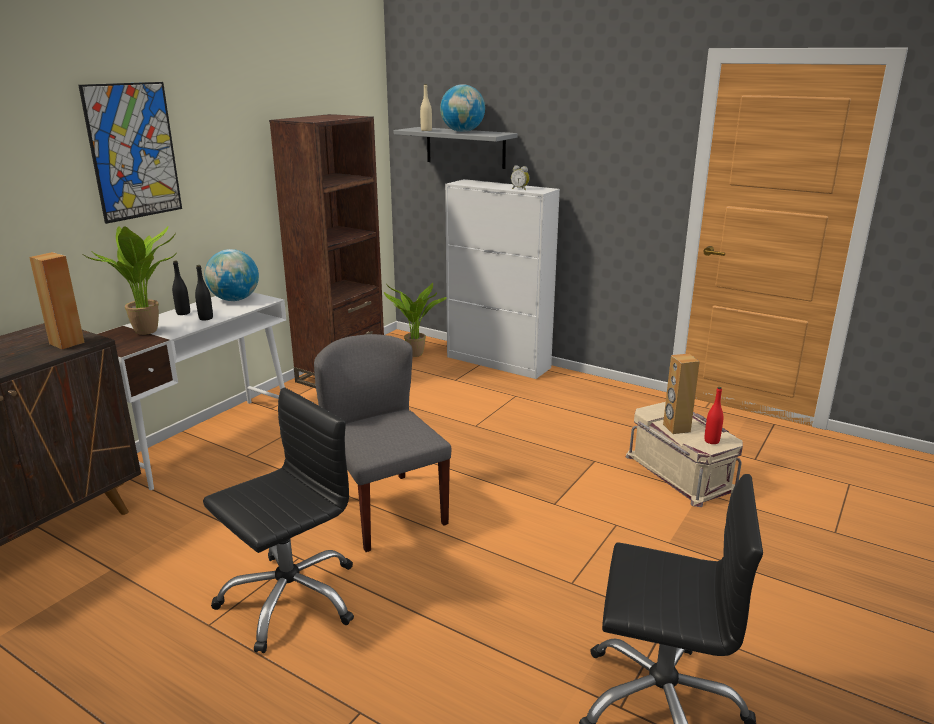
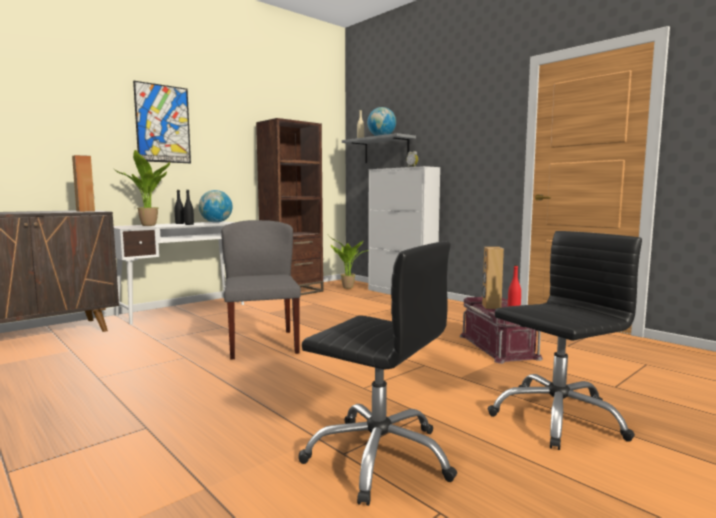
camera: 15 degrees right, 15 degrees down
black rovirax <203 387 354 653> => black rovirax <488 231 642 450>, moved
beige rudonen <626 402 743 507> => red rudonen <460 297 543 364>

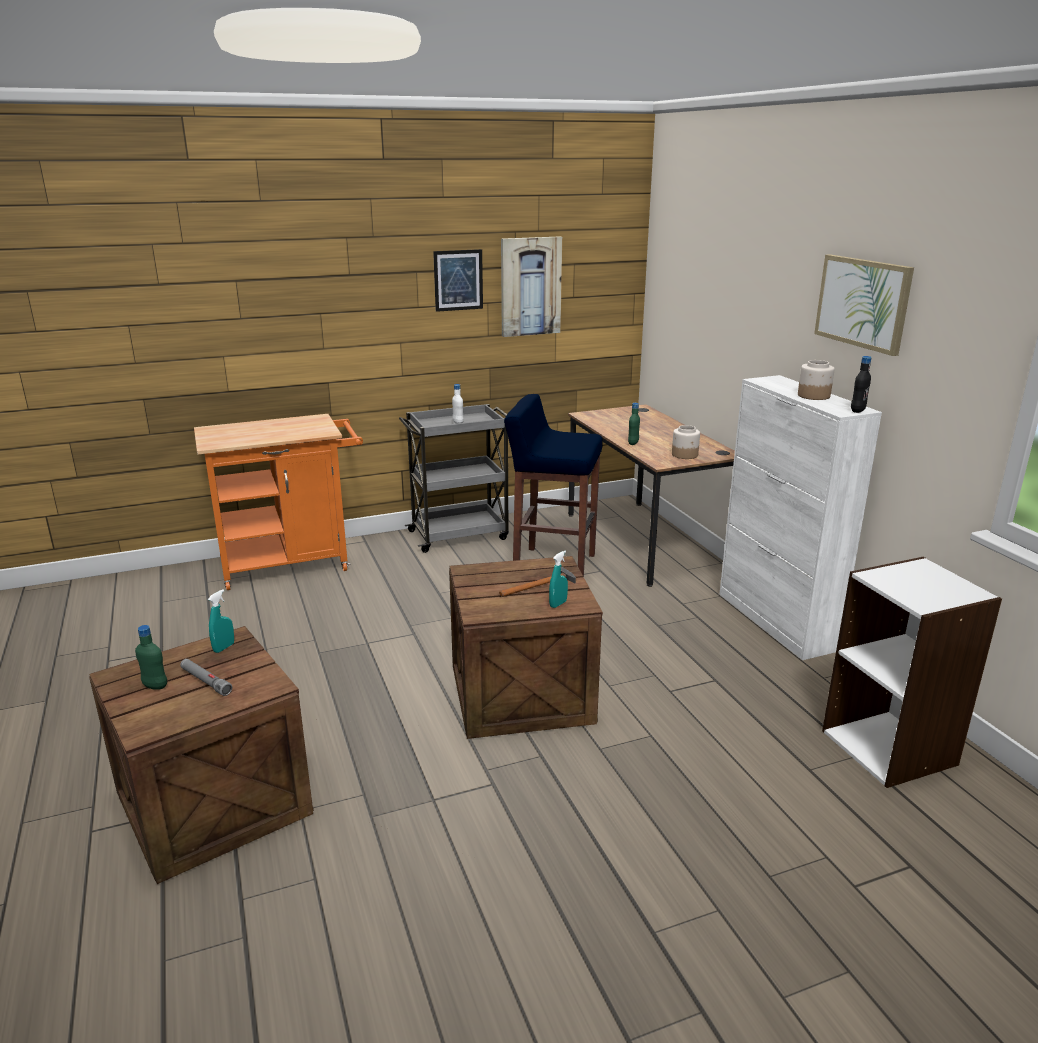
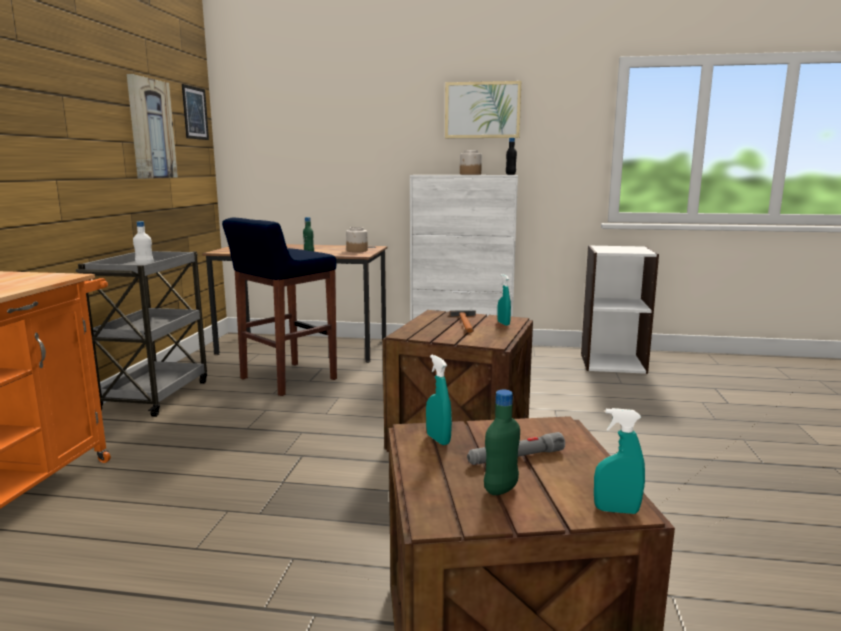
camera: 60 degrees left, 10 degrees down
nothing => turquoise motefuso <594 408 645 514>
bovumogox <433 249 483 312> => bovumogox <182 84 209 140>, moved

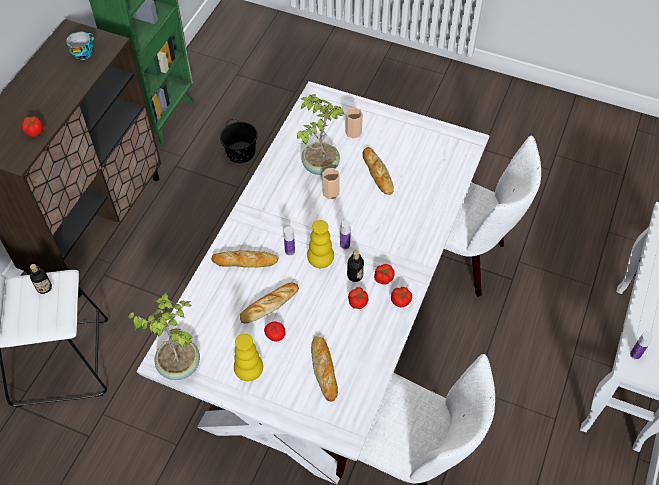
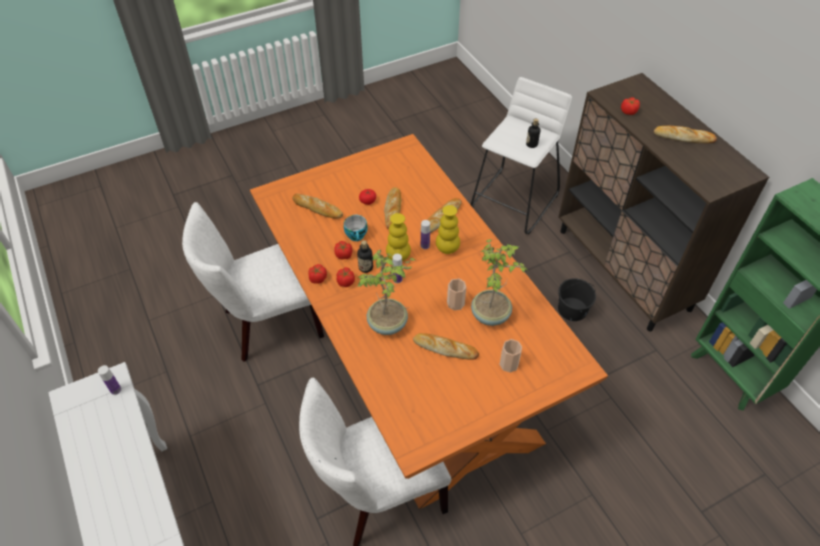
camera: 130 degrees right, 5 degrees down
nothing => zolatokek <654 126 717 143>
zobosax <66 32 94 60> => zobosax <344 215 367 242>, moved
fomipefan <127 293 200 380> => fomipefan <358 250 416 335>, moved
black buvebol <220 119 258 163> => black buvebol <558 278 596 321>, moved
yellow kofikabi <234 334 263 381> => yellow kofikabi <436 205 460 254>, moved
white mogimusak <137 81 490 484> => orange mogimusak <250 134 608 509>

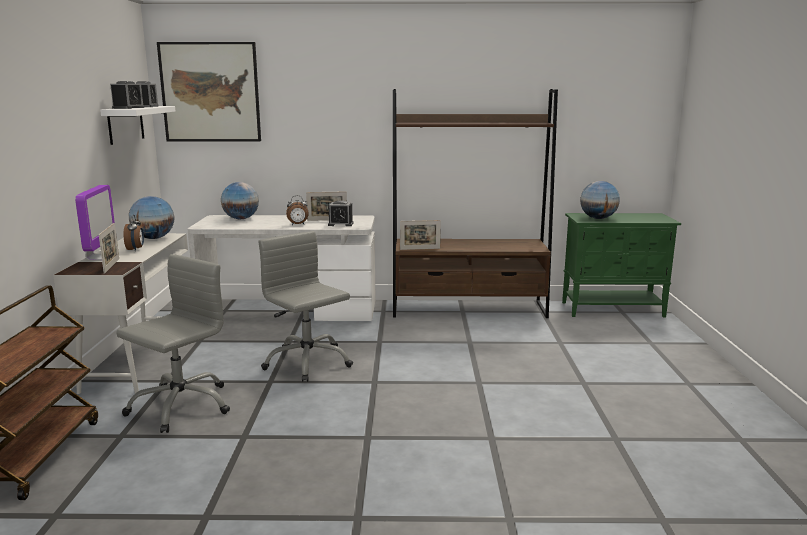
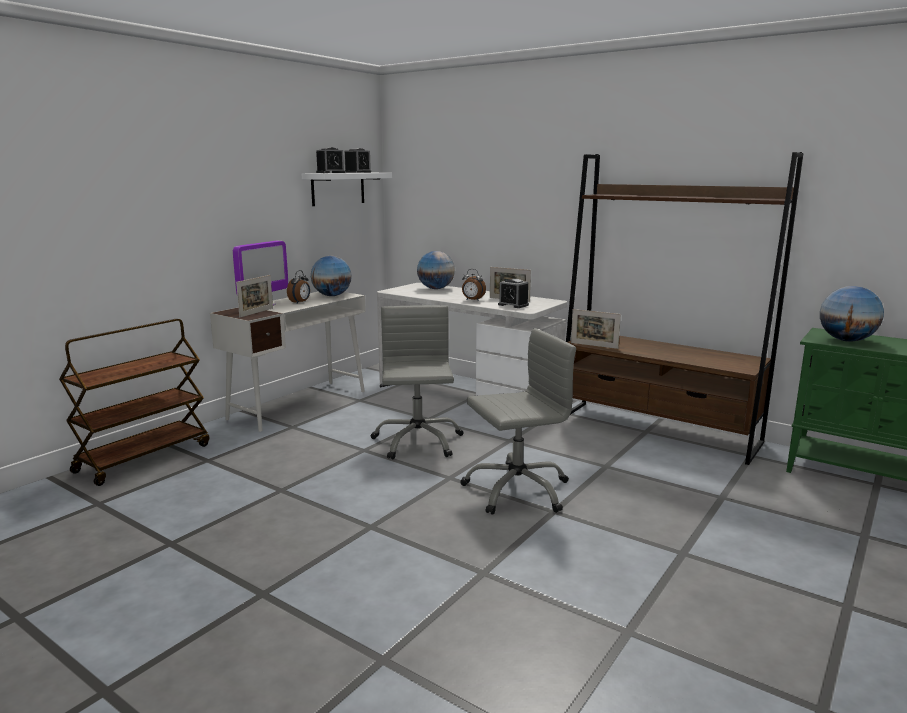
camera: 35 degrees right, 0 degrees up
bovumogox <157 42 261 142> => nothing
grey rovirax <116 254 230 433> => grey rovirax <460 328 576 515>, moved

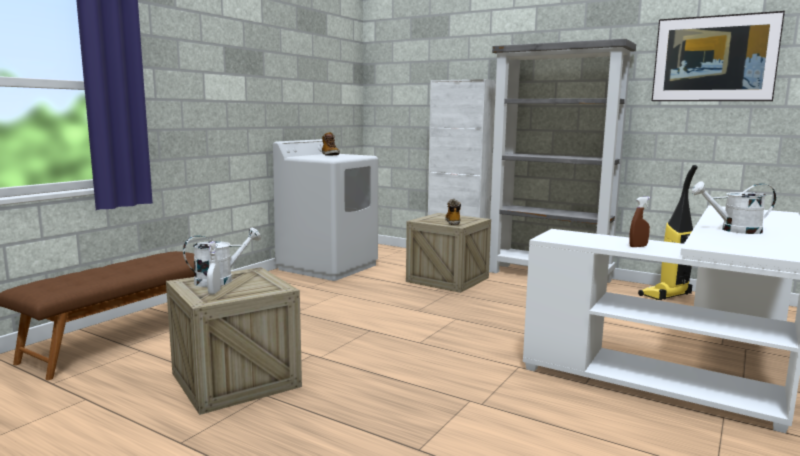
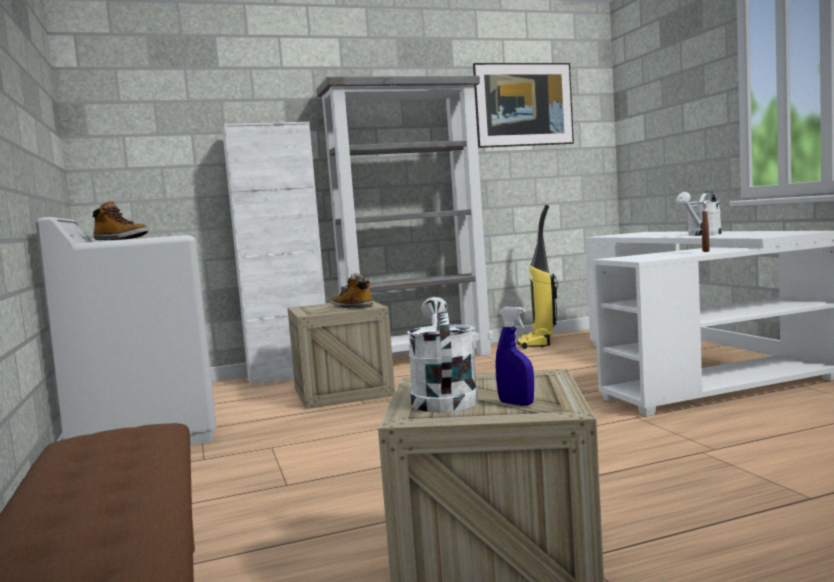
camera: 50 degrees left, 5 degrees down
white motefuso <207 241 221 295> => blue motefuso <496 307 534 406>

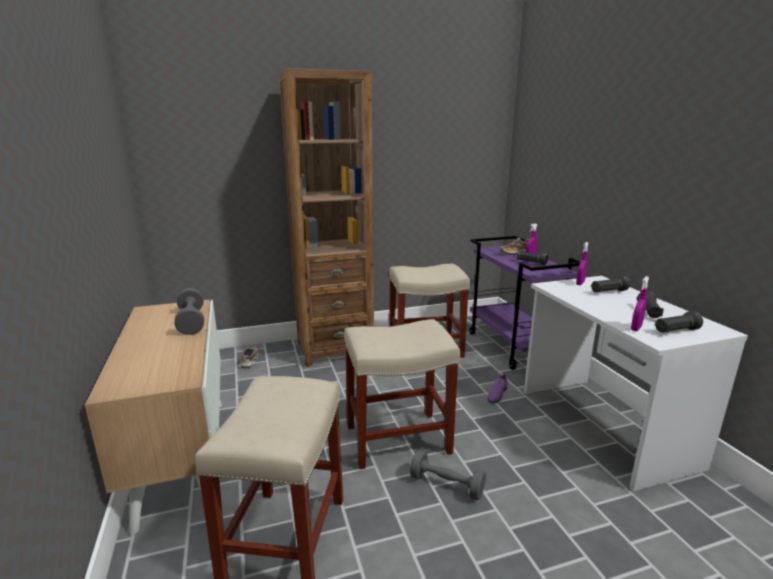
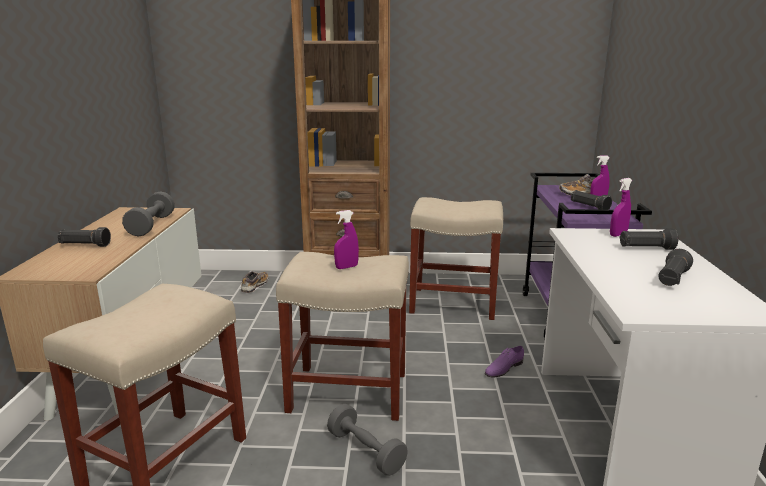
camera: 20 degrees right, 0 degrees up
purple motefuso <631 276 649 331> => purple motefuso <334 210 359 269>, moved
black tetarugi <655 311 703 332> => black tetarugi <57 227 111 247>, moved

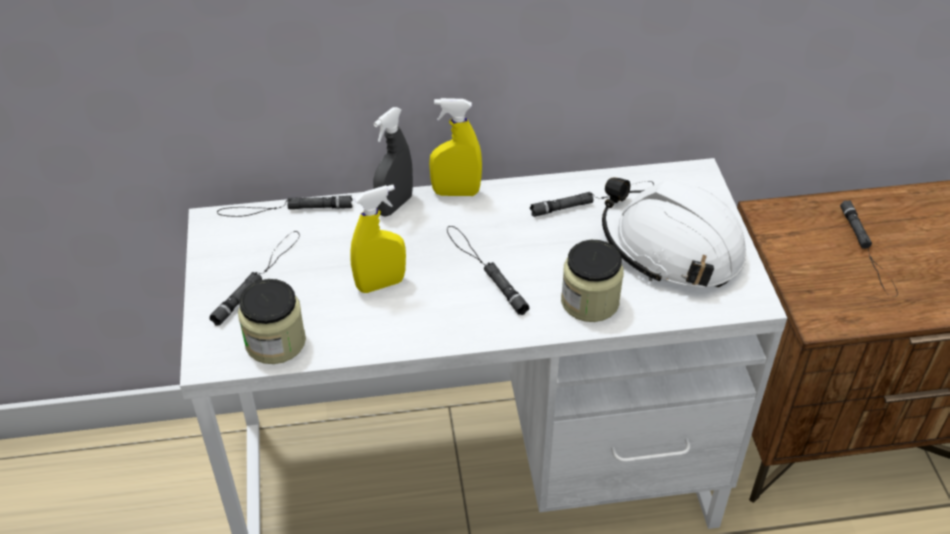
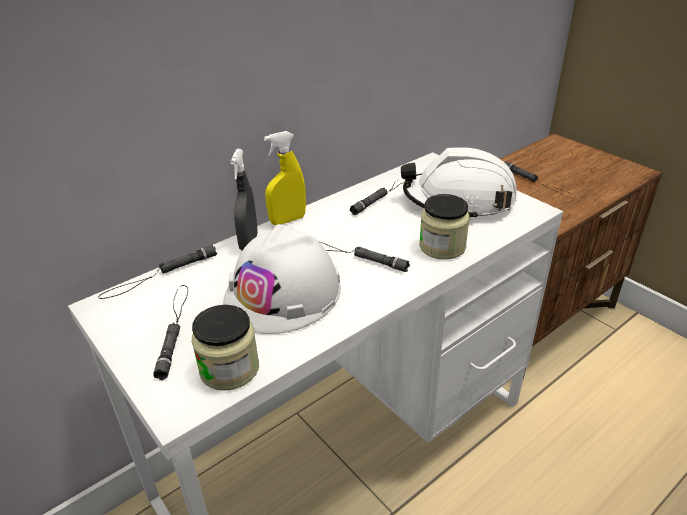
camera: 30 degrees left, 10 degrees down
yellow motefuso <350 185 406 293> => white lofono <223 224 341 334>

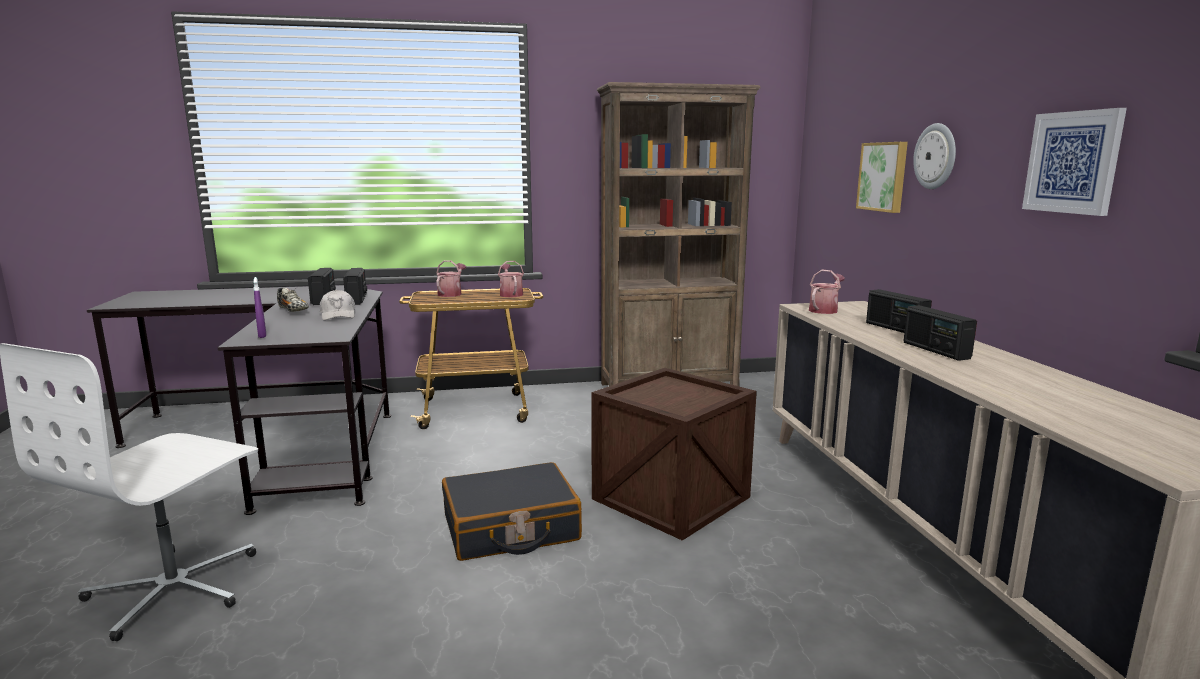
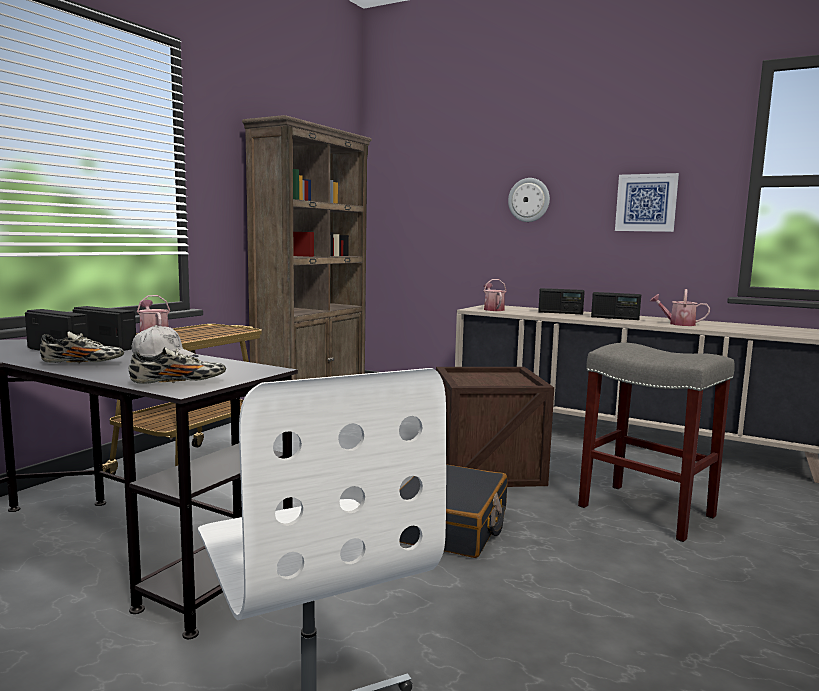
camera: 50 degrees left, 5 degrees down
bovumogox <856 142 908 213> => nothing
nothing => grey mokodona <578 342 735 542>
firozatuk <498 261 524 297> => firozatuk <650 289 710 326>, moved
purple motefuso <253 277 266 338> => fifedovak <129 347 226 384>

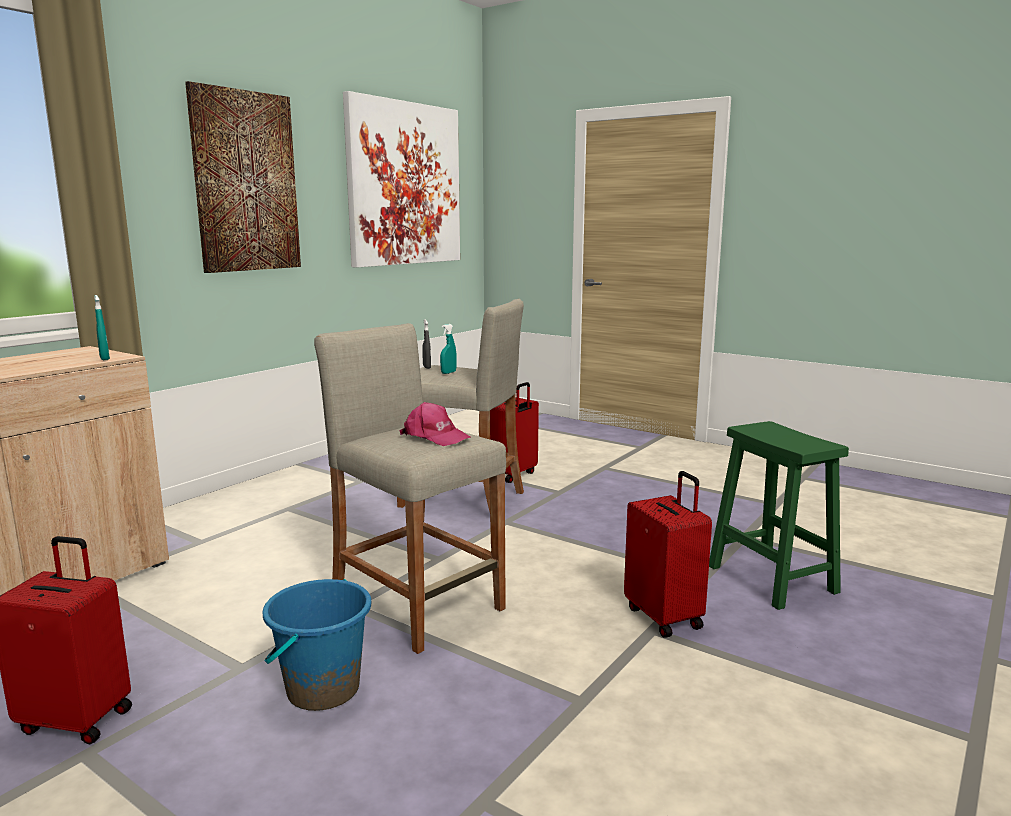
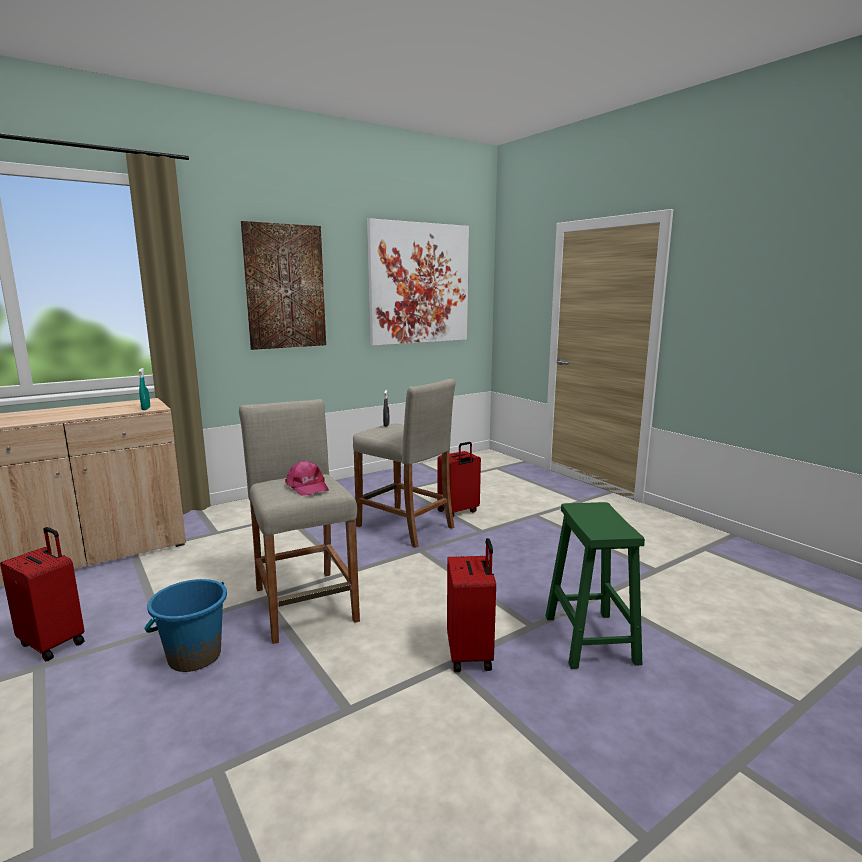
camera: 20 degrees right, 0 degrees up
turquoise motefuso <440 324 457 374> => nothing

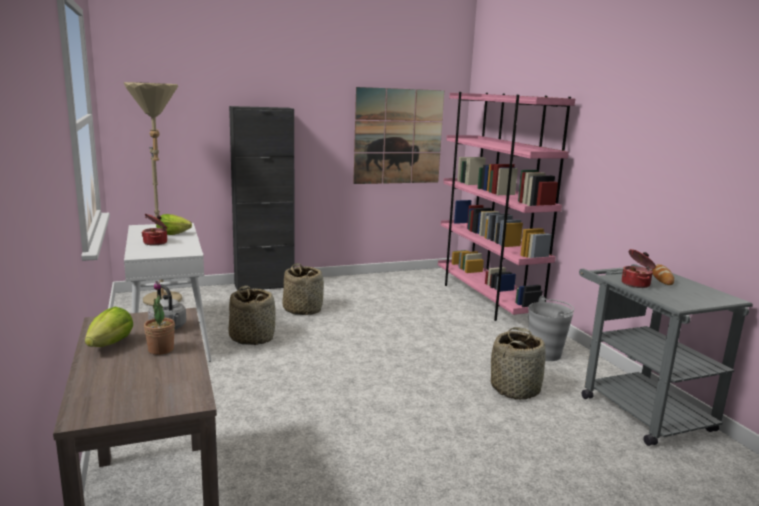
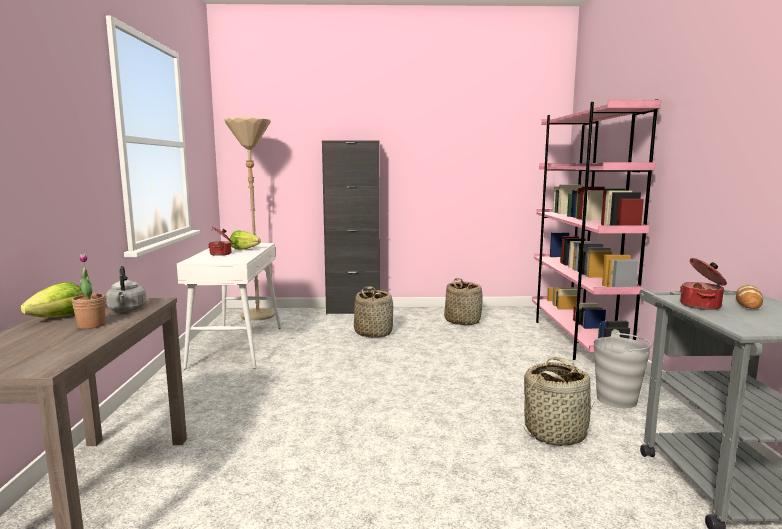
camera: 20 degrees right, 5 degrees down
bovumogox <353 87 444 184> => nothing
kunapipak <229 286 276 345> => kunapipak <444 278 483 325>, moved

